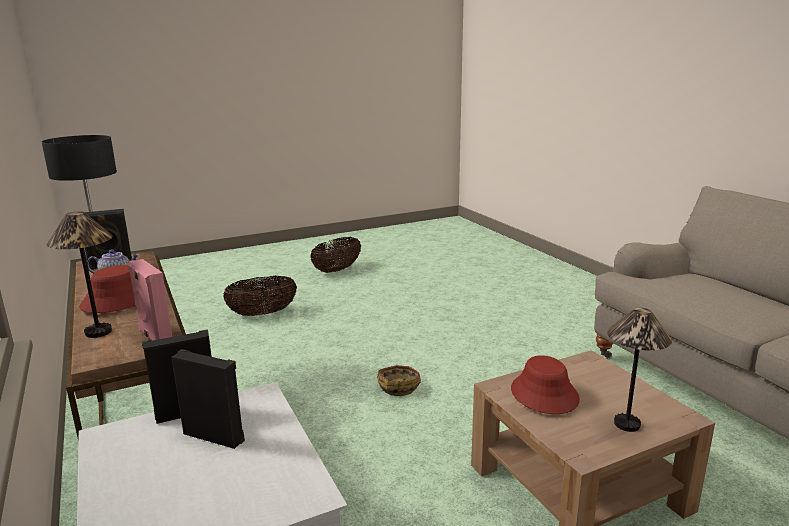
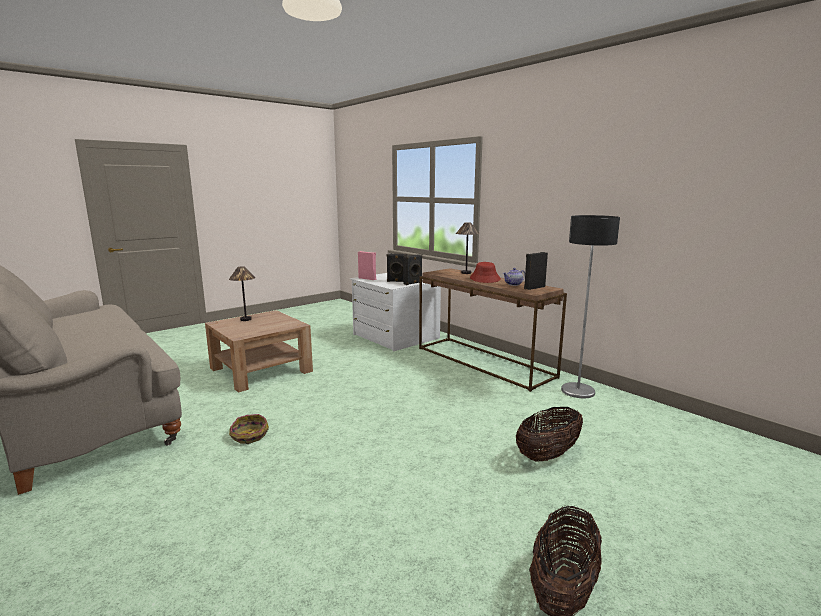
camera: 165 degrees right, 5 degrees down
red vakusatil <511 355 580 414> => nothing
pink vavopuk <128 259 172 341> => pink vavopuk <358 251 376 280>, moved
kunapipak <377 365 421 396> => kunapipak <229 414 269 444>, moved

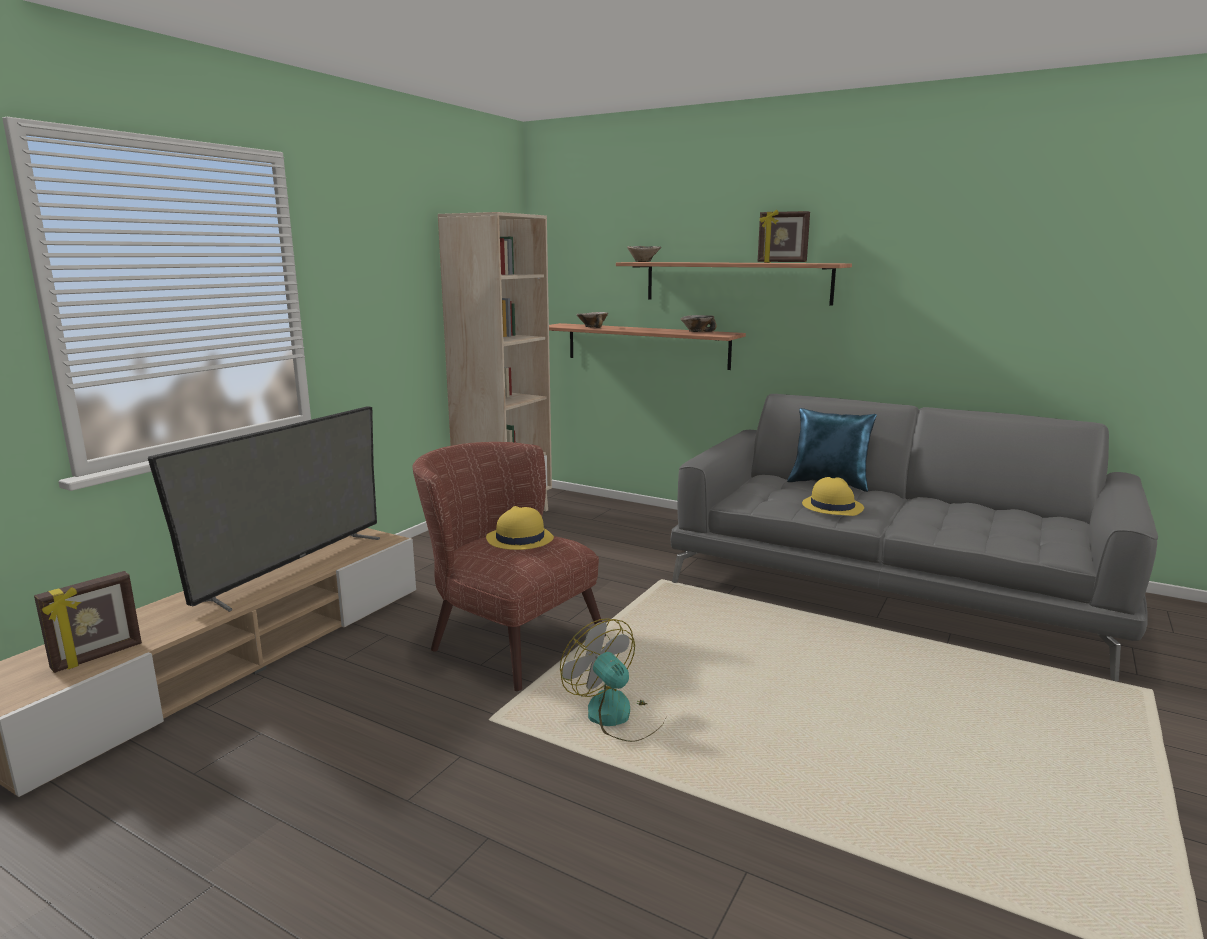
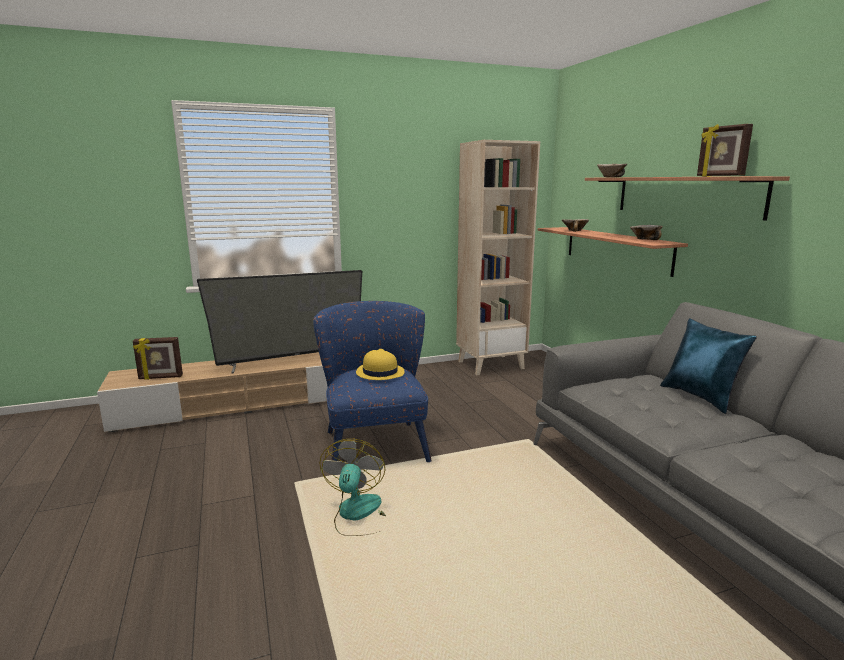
camera: 40 degrees right, 0 degrees up
yellow vakusatil <802 477 864 516> => nothing
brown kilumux <412 442 606 692> => blue kilumux <313 301 432 462>

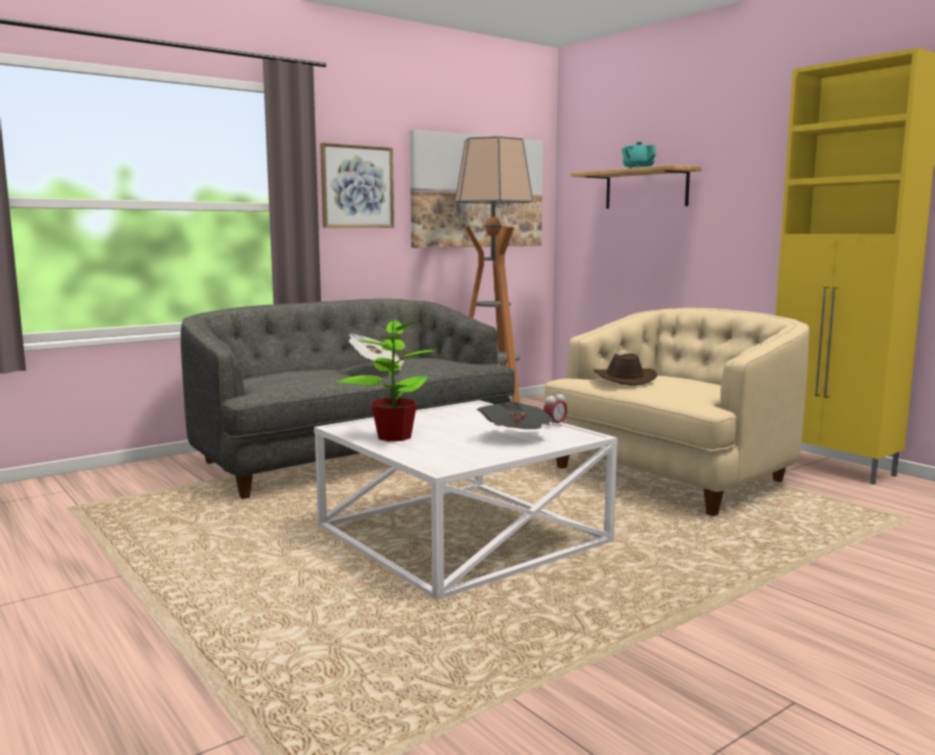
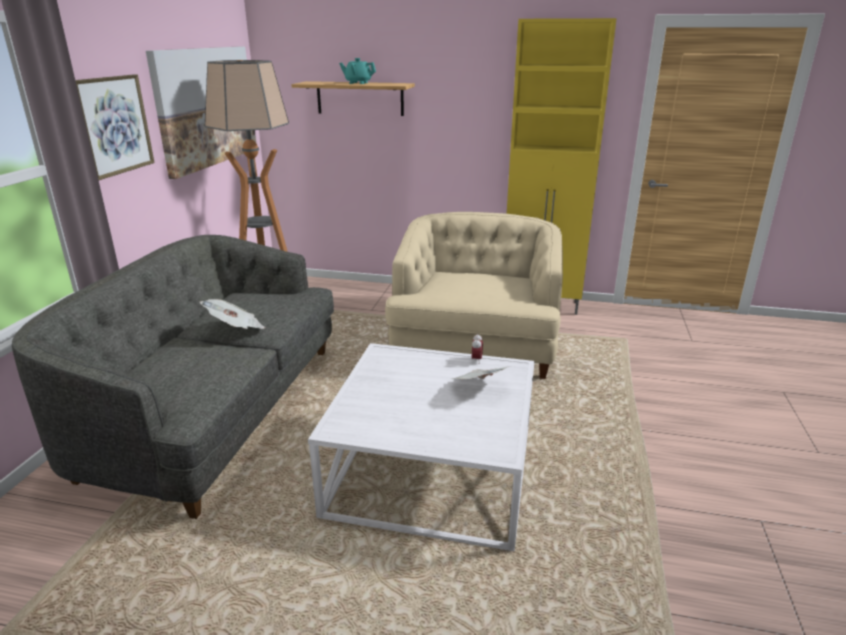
camera: 40 degrees left, 15 degrees up
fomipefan <335 315 437 441> => nothing
brown vakusatil <593 353 657 386> => nothing

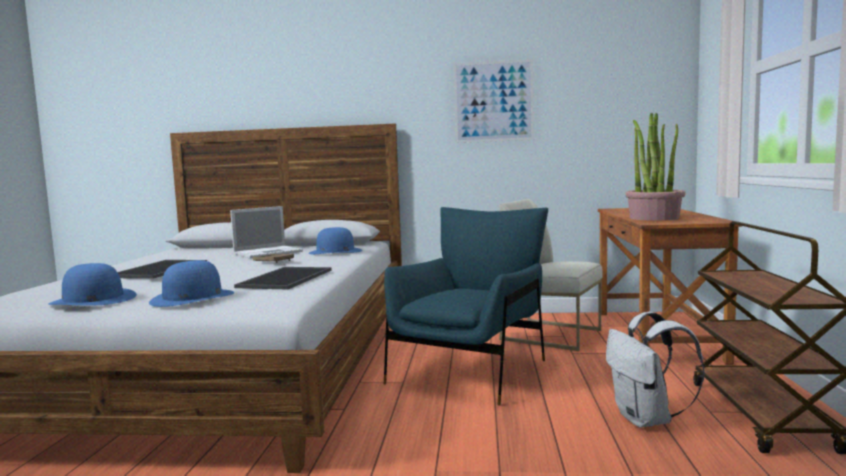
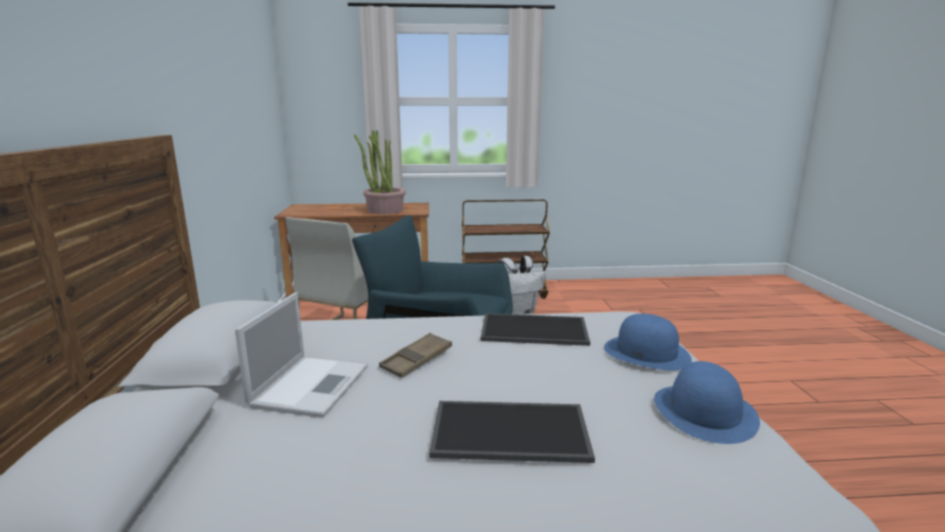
camera: 100 degrees left, 10 degrees up
blue vakusatil <308 227 363 254> => nothing
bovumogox <453 59 534 143> => nothing
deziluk <230 206 303 259> => deziluk <235 292 368 418>, 60 degrees clockwise

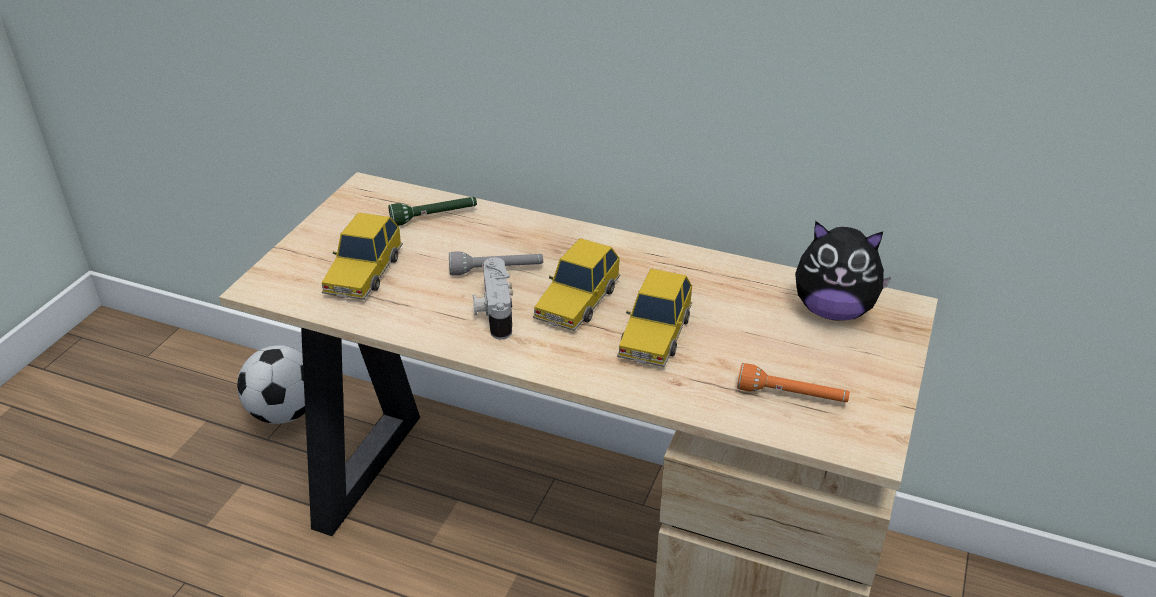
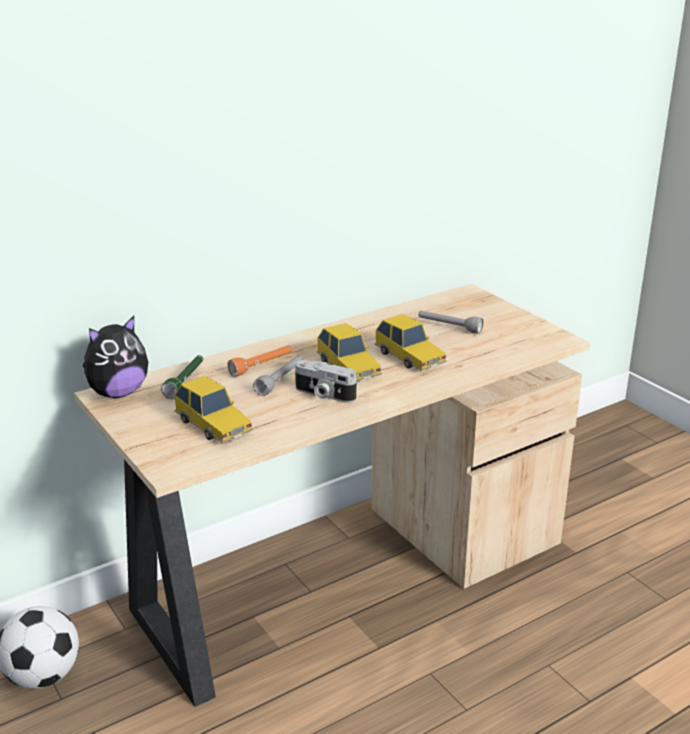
camera: 55 degrees left, 10 degrees down
nothing => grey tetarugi <419 311 483 334>
orange tetarugi <737 363 850 402> => orange tetarugi <228 346 293 377>, moved
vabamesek <795 221 891 321> => vabamesek <83 316 148 398>, moved

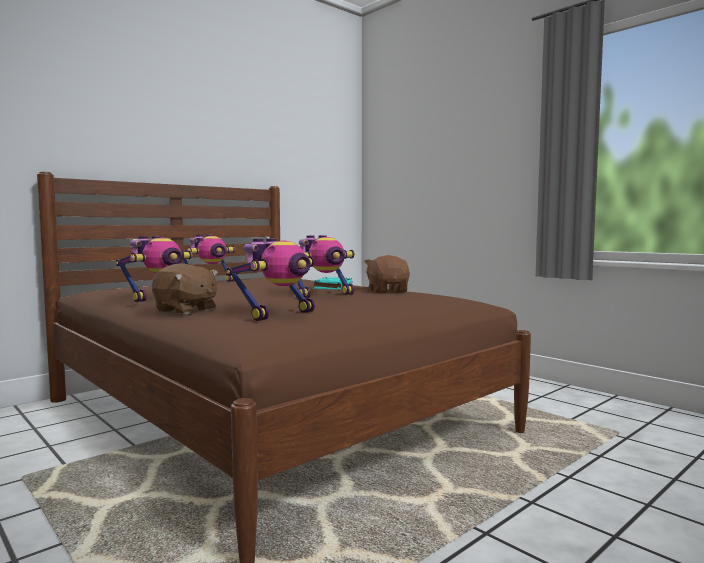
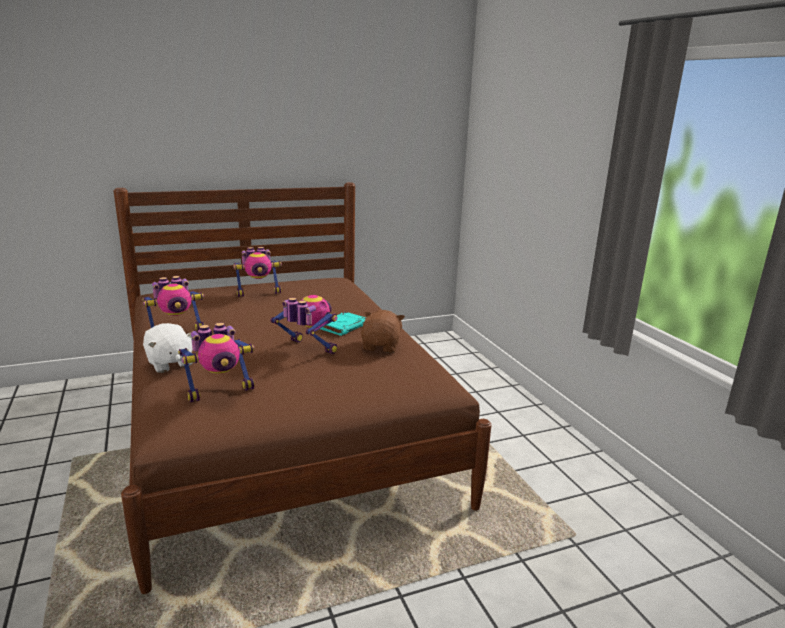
camera: 20 degrees right, 15 degrees up
brown vabamesek <152 264 218 315> => white vabamesek <143 323 193 373>
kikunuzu <297 235 355 298> => kikunuzu <270 295 337 354>, 135 degrees counterclockwise

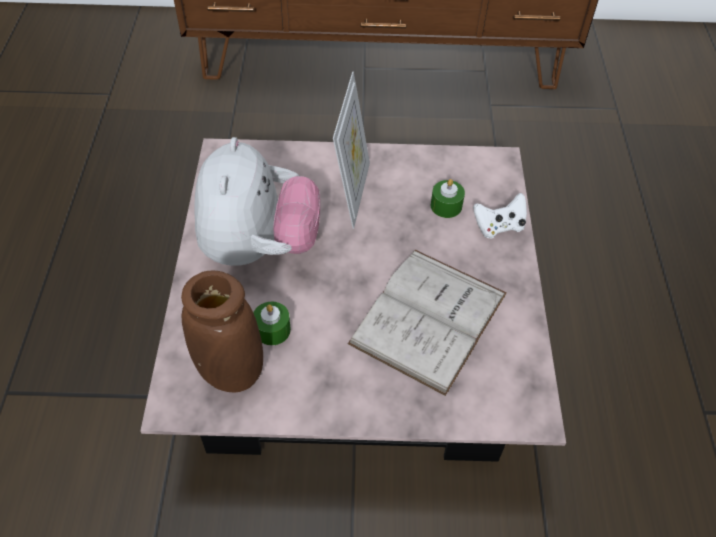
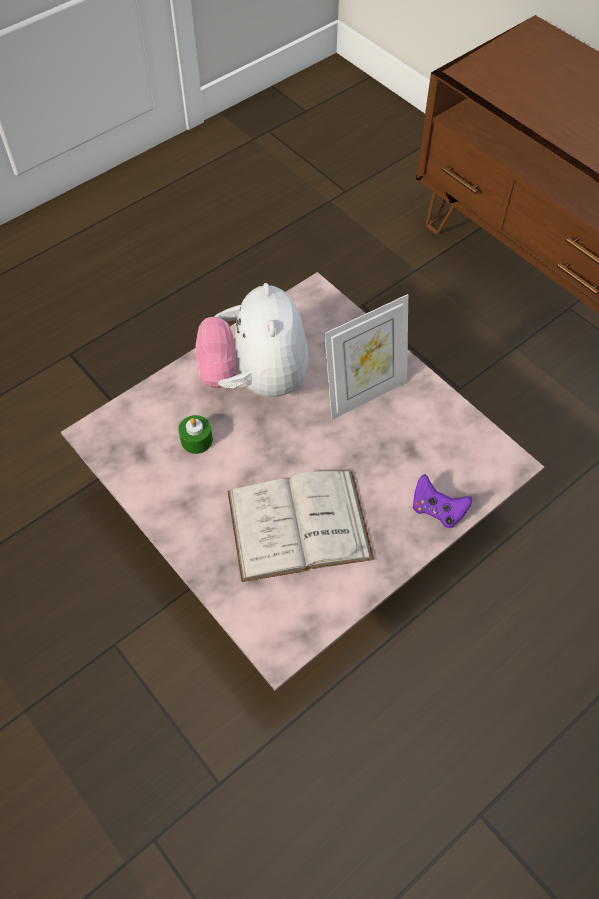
camera: 50 degrees right, 5 degrees up
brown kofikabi <181 271 263 393> => nothing
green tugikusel <431 179 465 218> => nothing
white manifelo <473 193 527 238> => purple manifelo <413 474 472 528>
vabamesek <194 137 320 266> => vabamesek <196 283 309 397>, 120 degrees clockwise

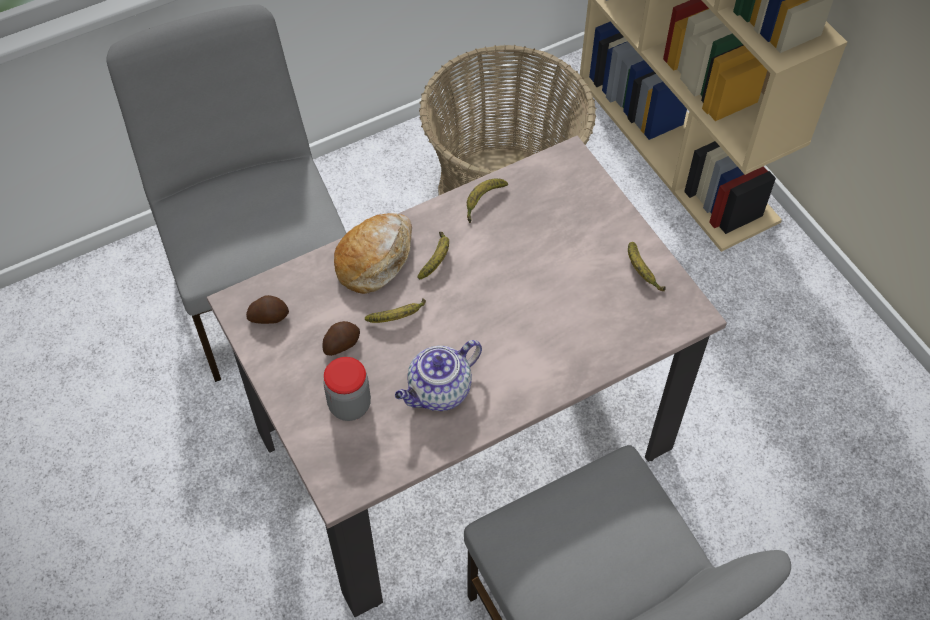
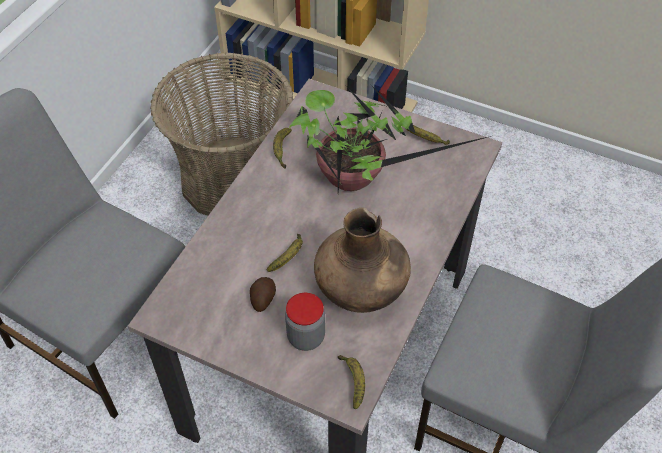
camera: 35 degrees left, 5 degrees down
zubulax <246 295 289 324> => nothing
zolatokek <334 213 412 294> => nothing
nothing => fomipefan <289 85 491 191>
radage <417 232 449 279> => radage <338 355 365 409>, moved
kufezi <395 340 482 411> => brown kofikabi <314 207 411 313>

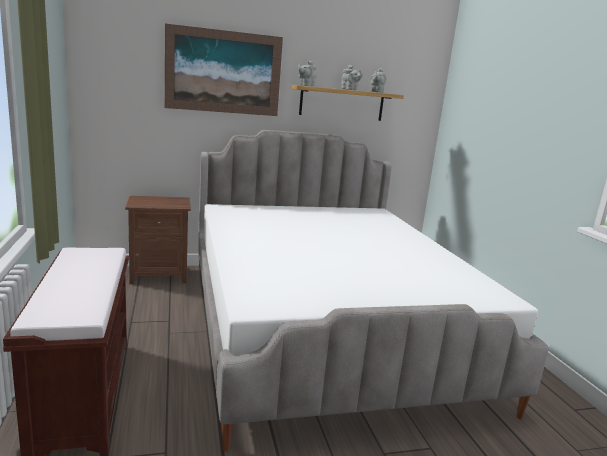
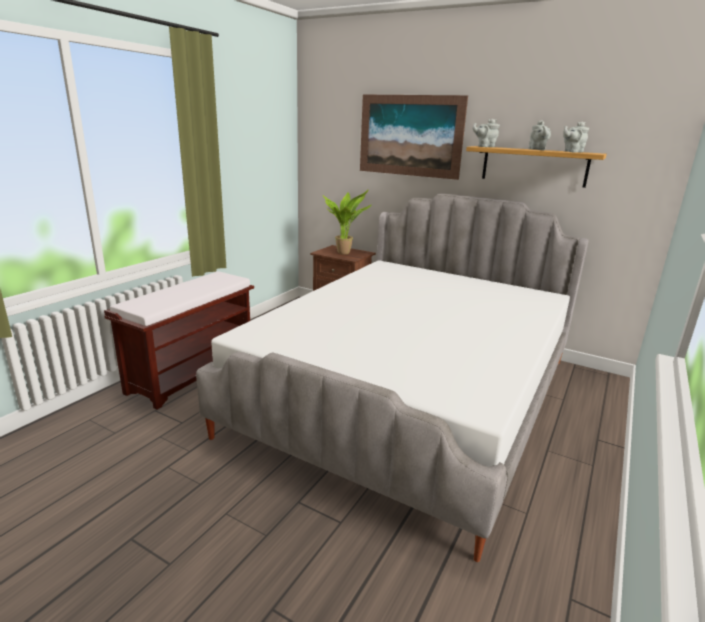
camera: 45 degrees right, 5 degrees up
nothing => fomipefan <323 189 372 255>

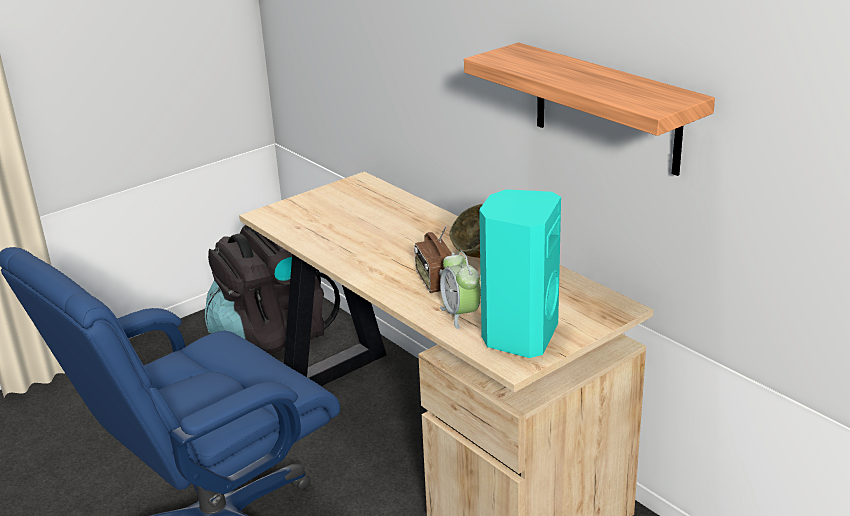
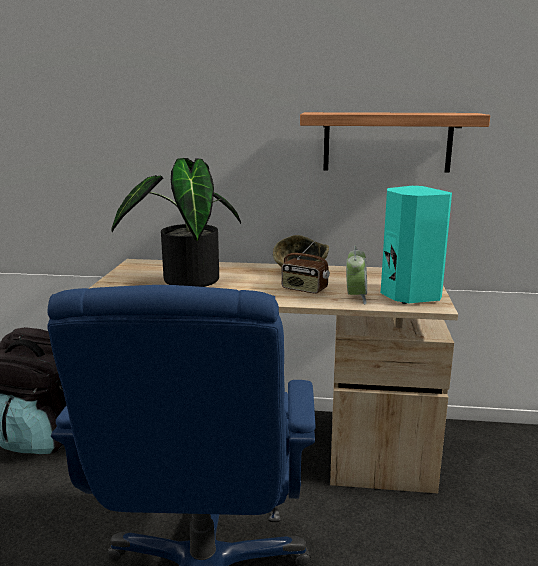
camera: 45 degrees left, 10 degrees down
nothing => fomipefan <112 158 241 287>
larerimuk <440 251 481 329> => larerimuk <346 245 367 304>, 105 degrees counterclockwise

